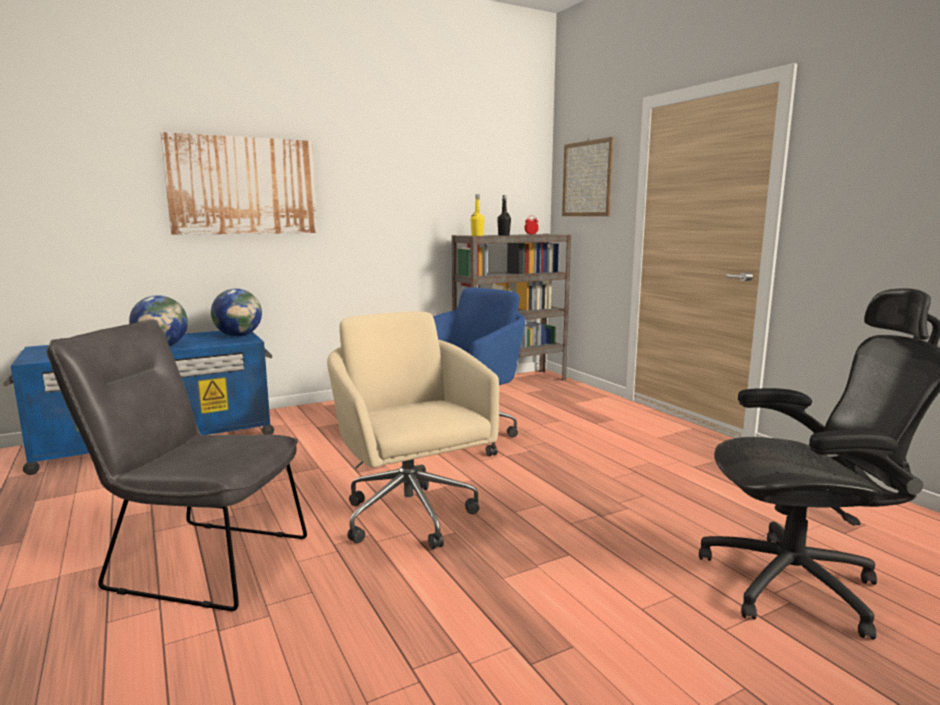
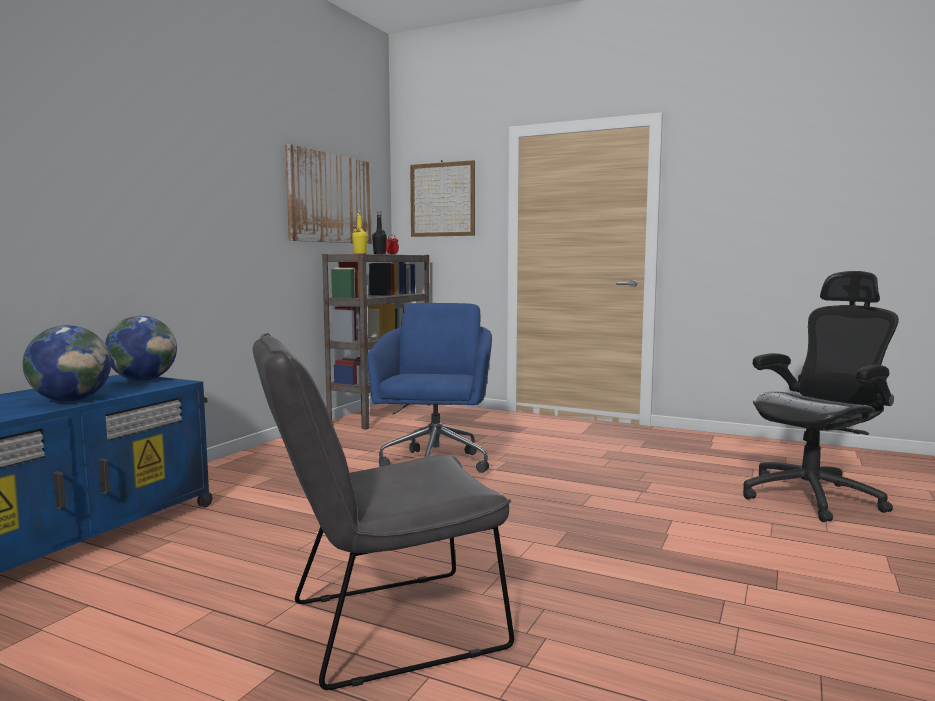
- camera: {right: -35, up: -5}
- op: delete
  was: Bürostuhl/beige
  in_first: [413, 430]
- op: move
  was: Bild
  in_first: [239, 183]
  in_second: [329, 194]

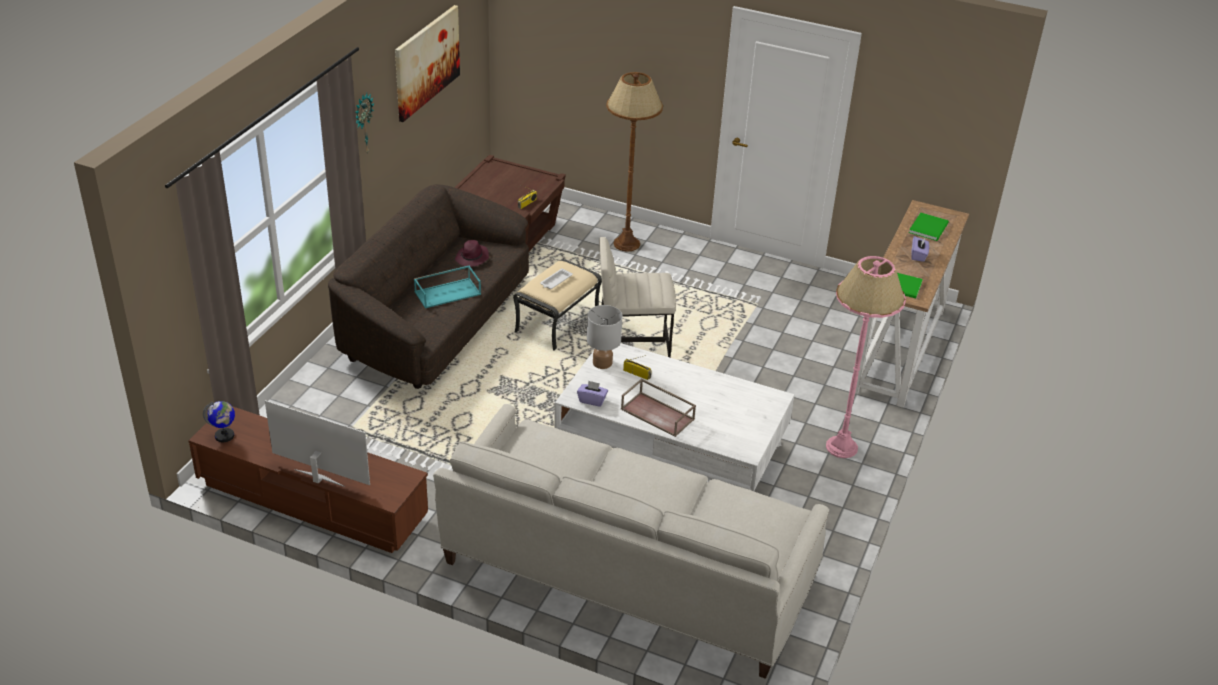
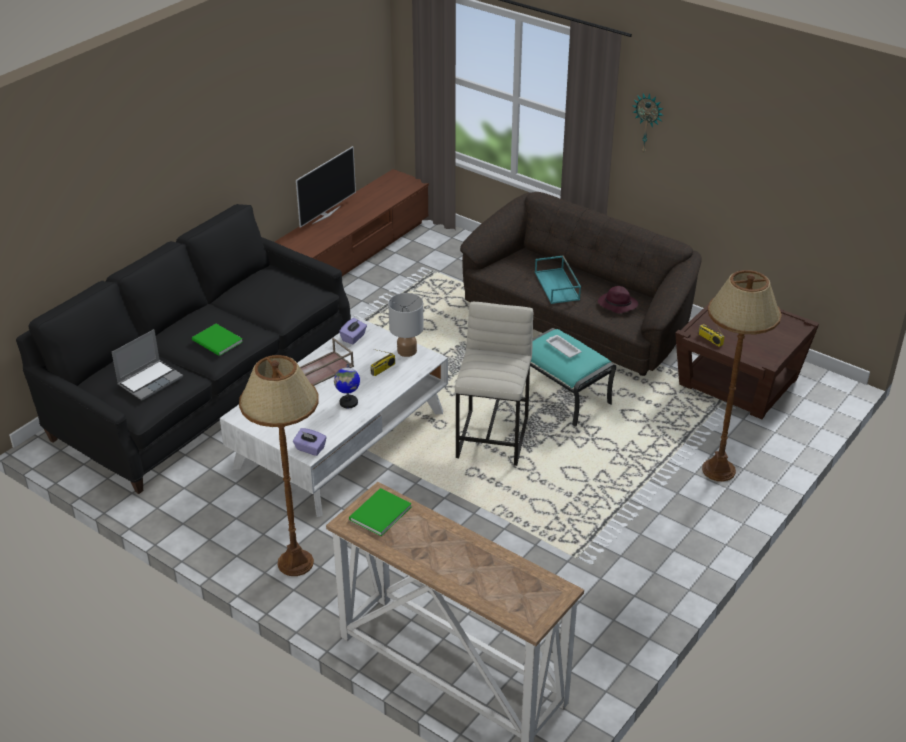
- camera: {right: 105, up: 0}
- op: delete
  was: Bild
  in_first: [427, 63]
- op: insert
  now: Laptop
  in_second: [147, 364]
- op: move
  was: Globus
  in_first: [219, 421]
  in_second: [347, 385]
- op: move
  was: Buch/grün
  in_first: [929, 226]
  in_second: [217, 340]
- op: move
  was: Taschentuchbox/lila
  in_first: [920, 249]
  in_second: [309, 442]
- op: recolor
  was: Sofa/weiß
  now: Sofa/schwarz
  in_first: [631, 541]
  in_second: [183, 349]
- op: recolor
  was: Polsterhocker/beige
  now: Polsterhocker/türkis
  in_first: [557, 304]
  in_second: [573, 377]
- op: recolor
  was: Stehlampe/rosa
  now: Stehlampe/braun
  in_first: [866, 357]
  in_second: [279, 465]

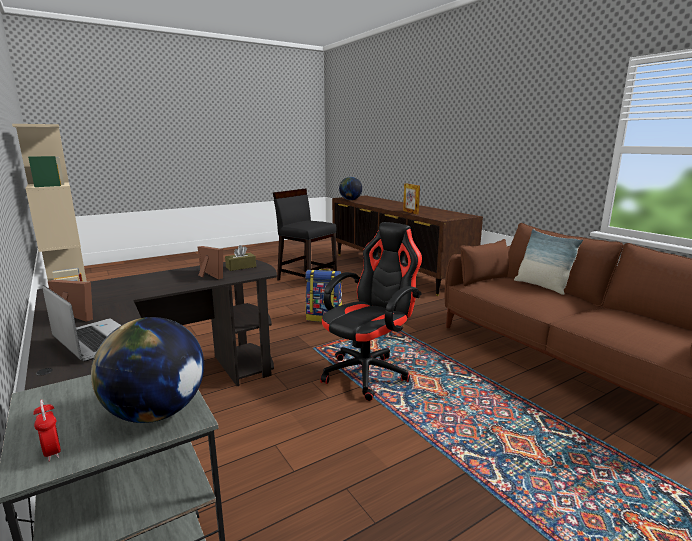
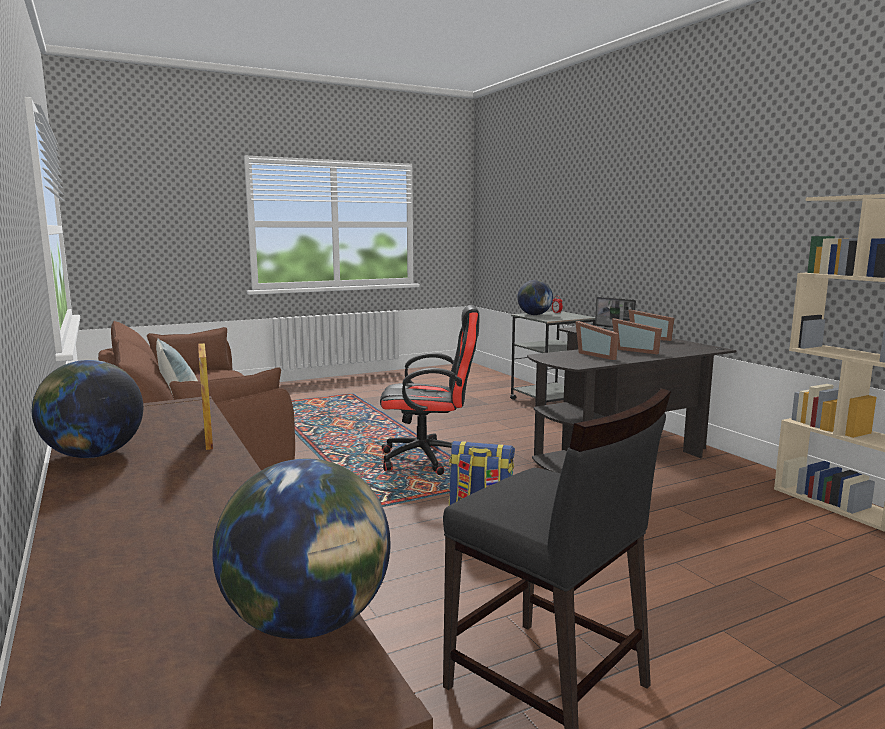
- camera: {right: -175, up: -5}
- op: delete
  was: Taschentuchbox/braun
  in_first: [240, 258]
- op: insert
  now: Globus
  in_second: [87, 409]
- op: insert
  now: Bilderrahmen
  in_second: [637, 336]
- op: rotate
  was: Bürostuhl/schwarz
  in_first: [371, 311]
  in_second: [430, 390]
  clockwise: -135

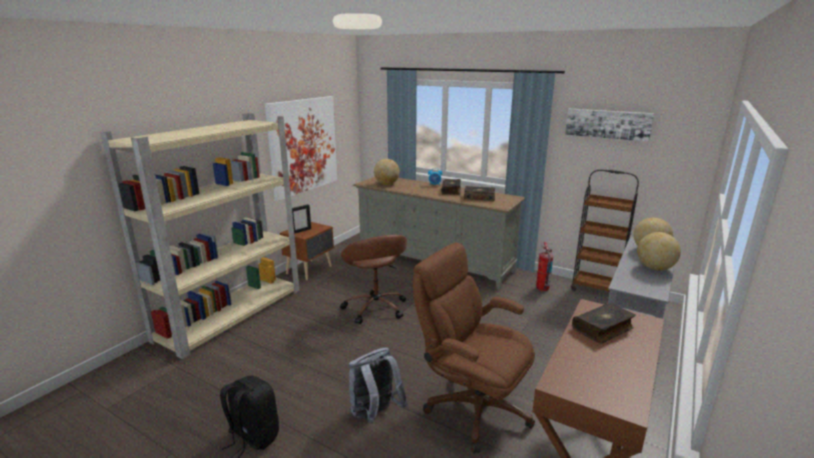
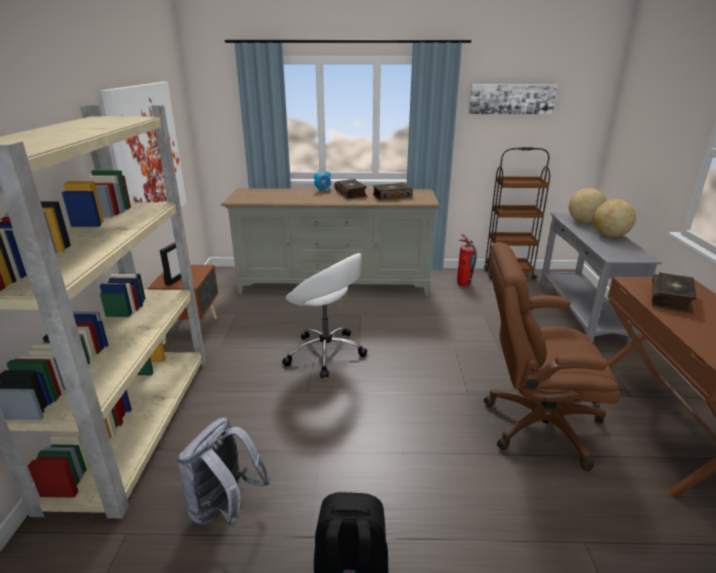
- camera: {right: -30, up: 5}
- op: delete
  was: Globus
  in_first: [387, 172]
- op: move
  was: Rucksack/grau
  in_first: [378, 385]
  in_second: [223, 472]
- op: recolor
  was: Bürostuhl/braun
  now: Bürostuhl/weiß
  in_first: [373, 279]
  in_second: [324, 315]

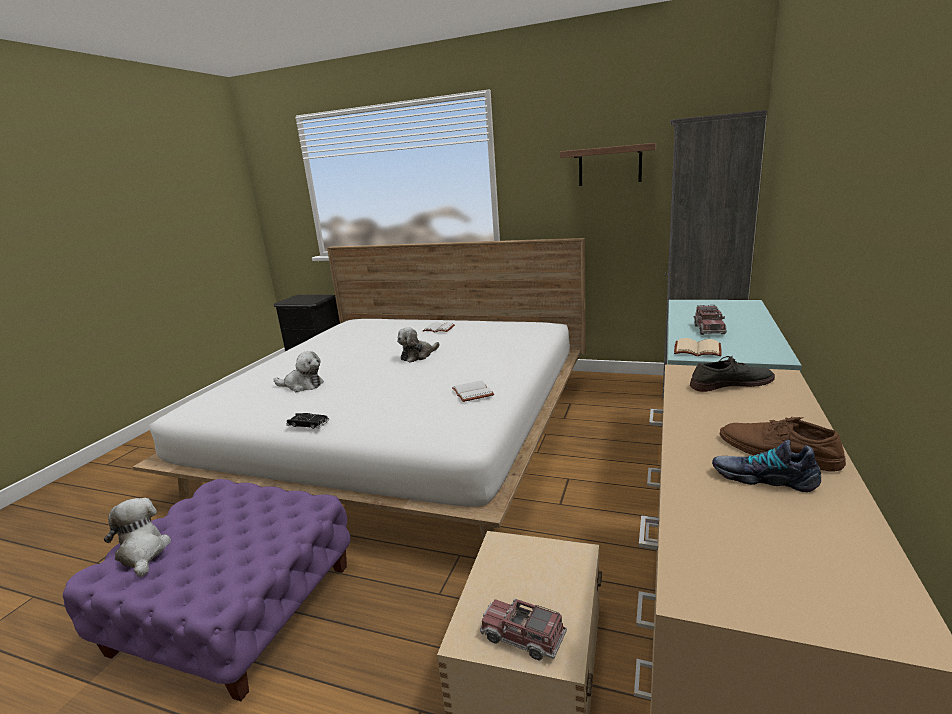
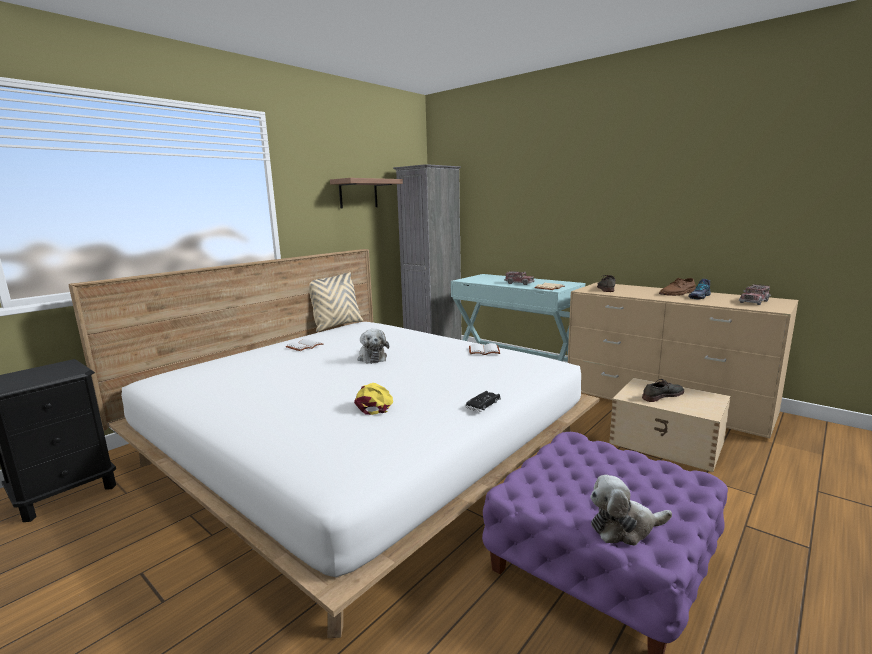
- camera: {right: -70, up: -5}
- op: insert
  now: Kissen/beige
  in_second: [336, 302]
- op: insert
  now: Schuh/grau
  in_second: [663, 390]
- op: move
  was: Spielzeuglaster
  in_first: [523, 629]
  in_second: [755, 294]
- op: replace
  was: Plüschtier
  now: Kappe/gelb
  in_first: [298, 371]
  in_second: [373, 399]

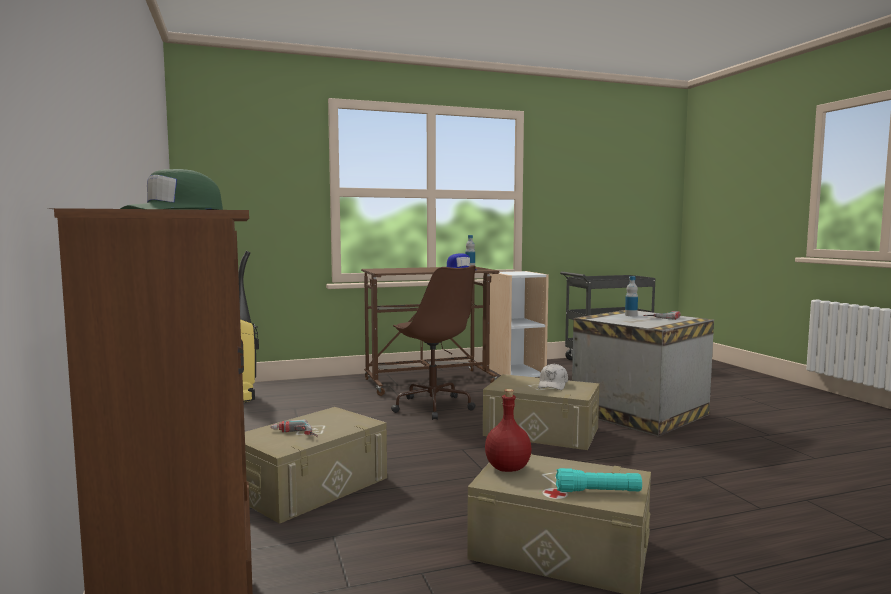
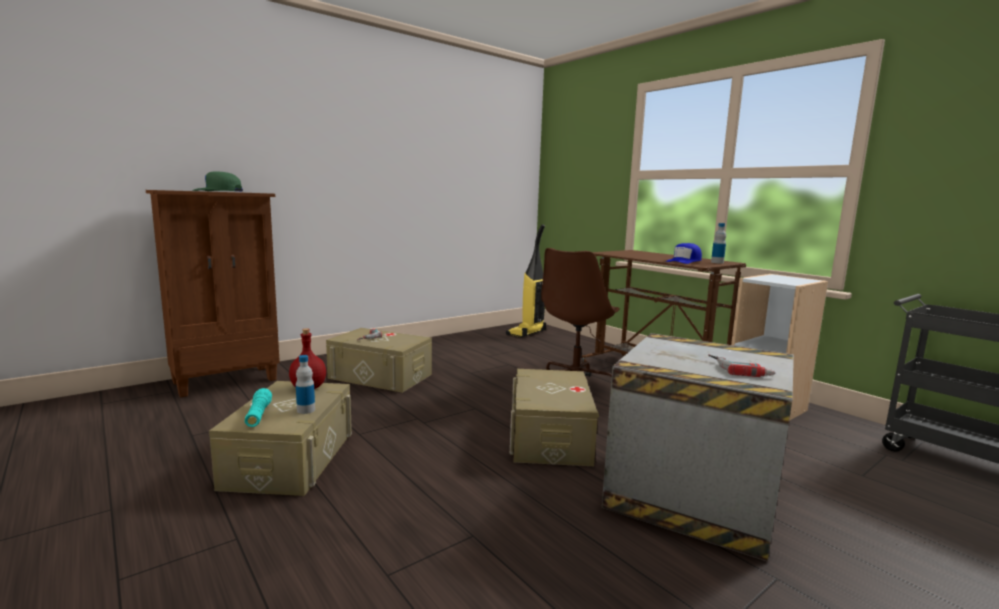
- camera: {right: 70, up: 5}
- op: delete
  was: Kappe/weiß
  in_first: [553, 376]
- op: move
  was: Flasche
  in_first: [631, 296]
  in_second: [305, 384]

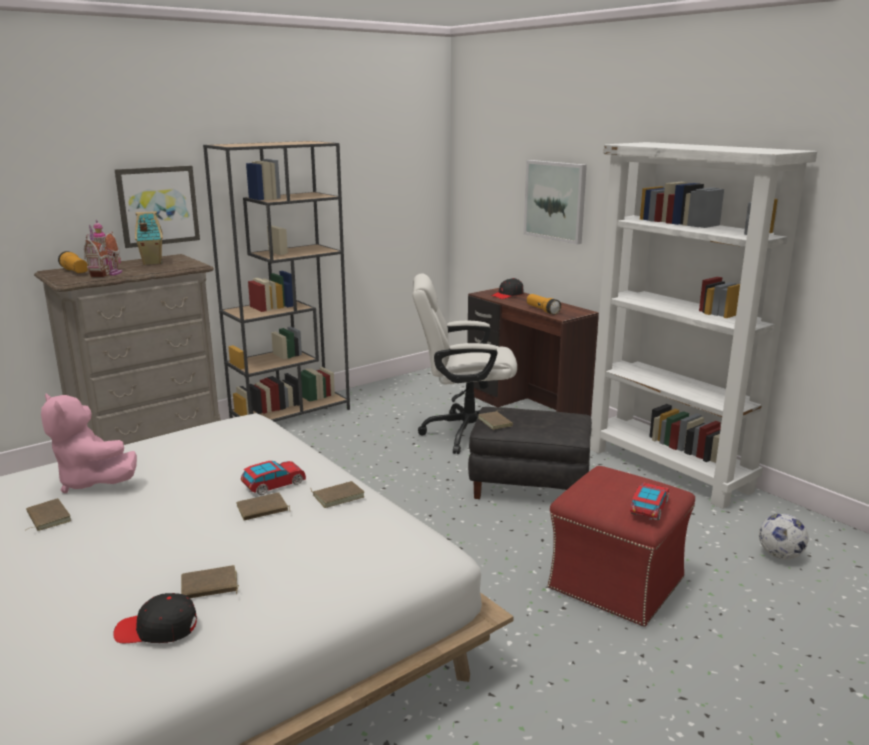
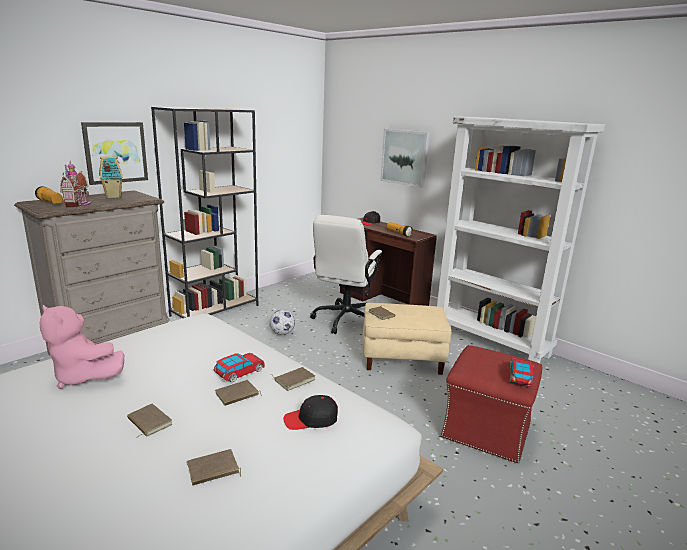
- camera: {right: -10, up: 0}
- op: move
  was: Buch/braun
  in_first: [48, 514]
  in_second: [150, 421]
- op: move
  was: Kappe/schwarz
  in_first: [155, 618]
  in_second: [310, 412]
- op: move
  was: Fußball
  in_first: [784, 537]
  in_second: [282, 322]
- op: recolor
  was: Polsterhocker/schwarz
  now: Polsterhocker/beige
  in_first: [530, 453]
  in_second: [407, 339]
- op: rotate
  was: Bürostuhl/weiß
  in_first: [464, 363]
  in_second: [346, 274]
  clockwise: -60

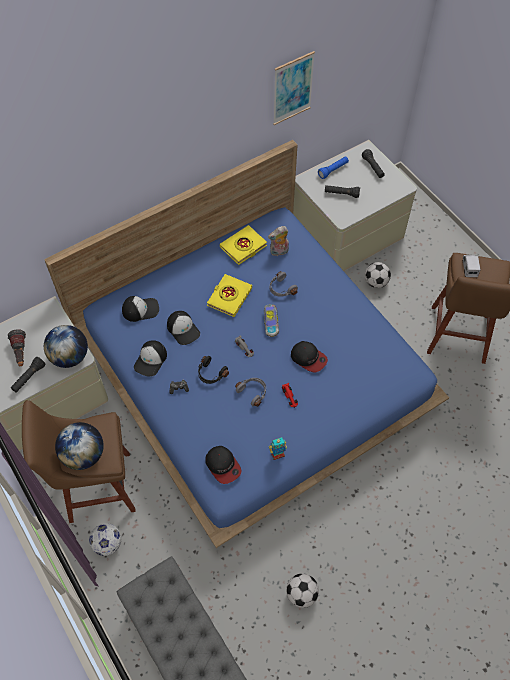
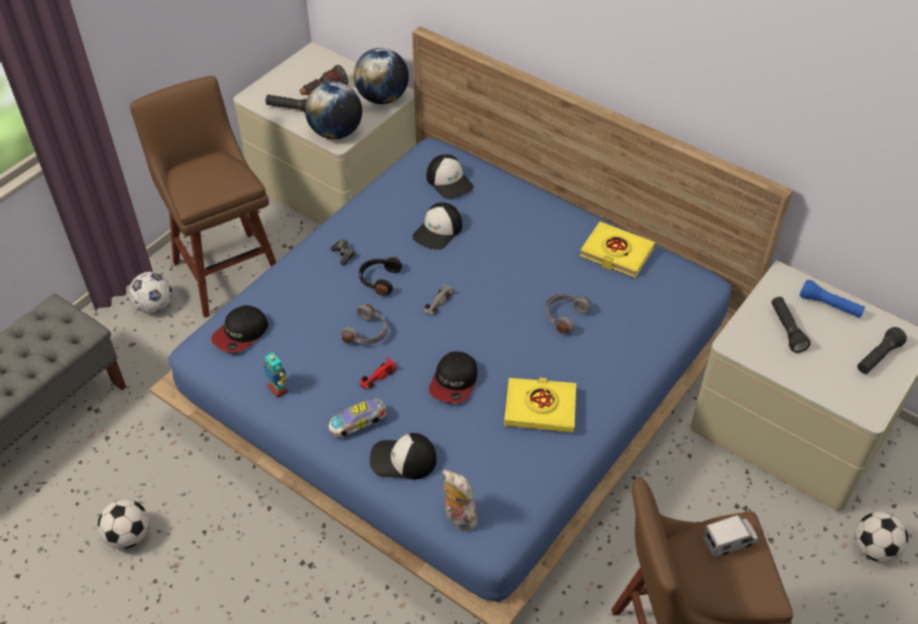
- camera: {right: 70, up: -10}
- op: delete
  was: Bild
  in_first: [294, 88]
- op: move
  was: Globus
  in_first: [79, 446]
  in_second: [381, 76]
- op: move
  was: Kappe
  in_first: [150, 358]
  in_second: [403, 456]
- op: move
  was: Buch/gelb
  in_first: [229, 295]
  in_second: [540, 405]
- op: move
  was: Spielzeugauto
  in_first: [271, 320]
  in_second: [357, 418]
- op: move
  was: Plüschtier
  in_first: [278, 241]
  in_second: [459, 500]
- op: move
  was: Fußball
  in_first: [378, 275]
  in_second: [881, 537]

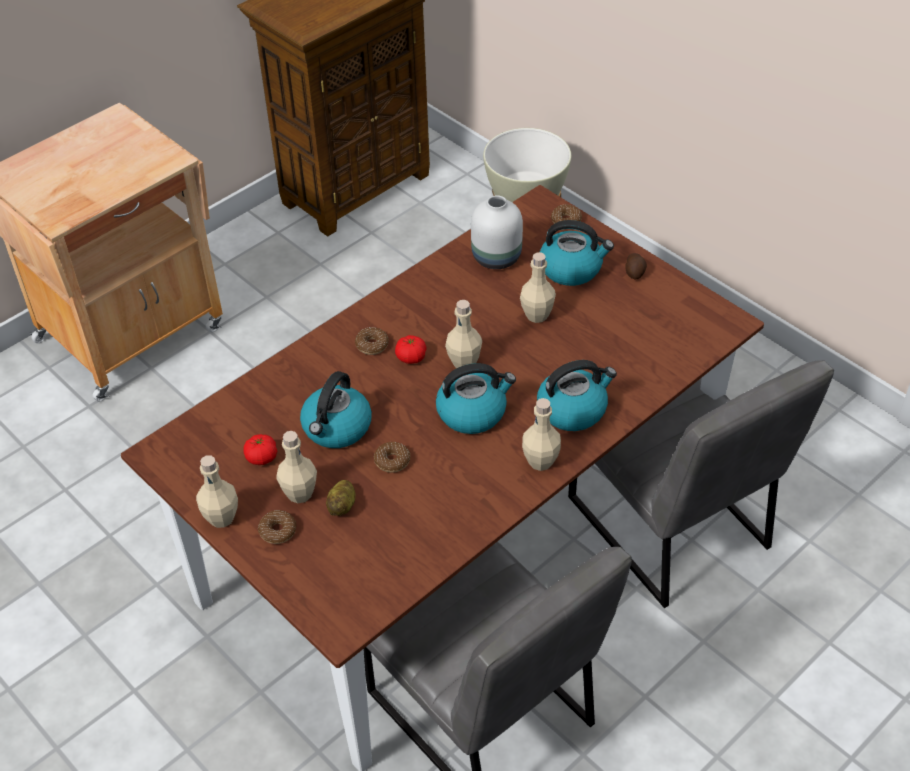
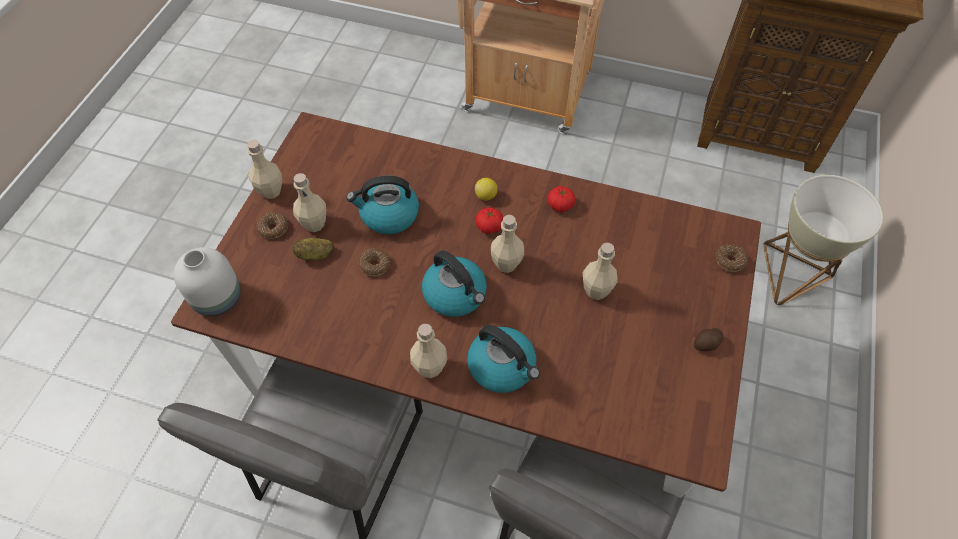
- camera: {right: 60, up: 10}
- op: delete
  was: Wasserkessel
  in_first: [577, 253]
- op: move
  was: Tomate
  in_first: [260, 449]
  in_second: [561, 199]
- op: move
  was: Vase/weiß
  in_first: [497, 232]
  in_second: [207, 282]
- op: replace
  was: Donut
  now: Zitrone
  in_first: [372, 341]
  in_second: [486, 189]

